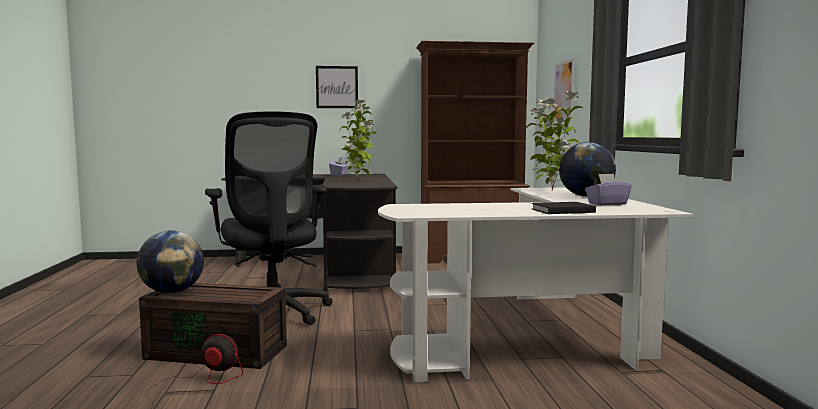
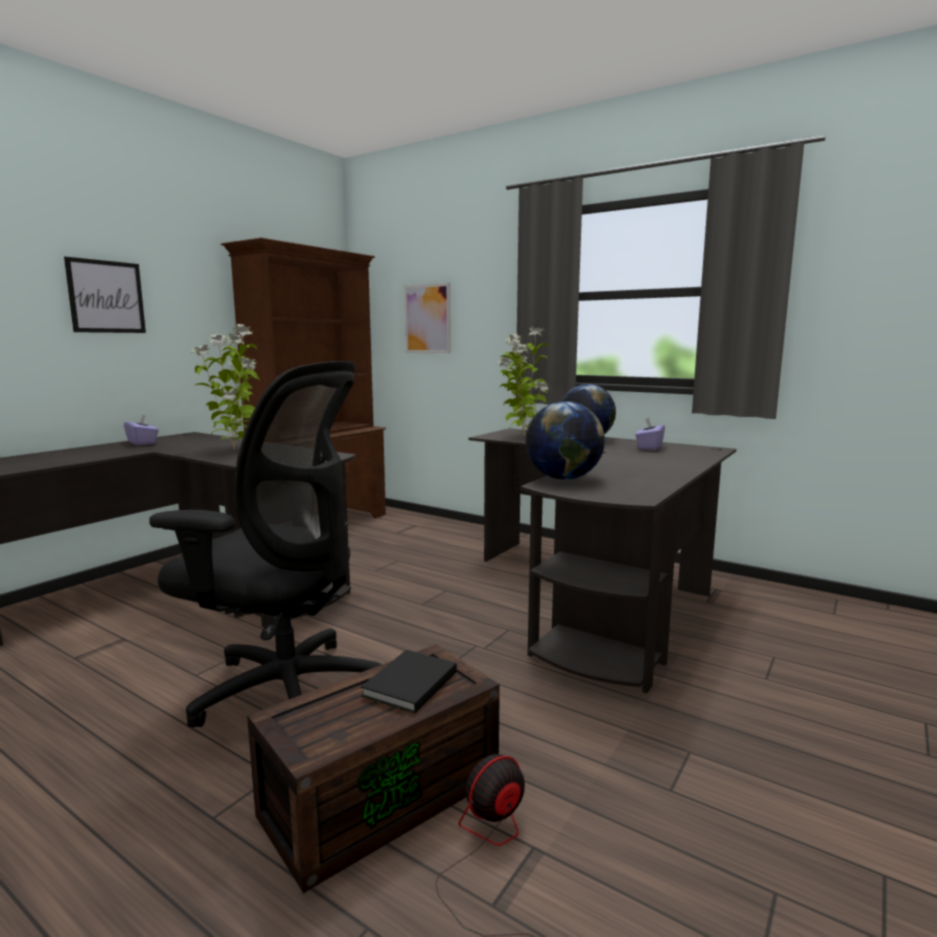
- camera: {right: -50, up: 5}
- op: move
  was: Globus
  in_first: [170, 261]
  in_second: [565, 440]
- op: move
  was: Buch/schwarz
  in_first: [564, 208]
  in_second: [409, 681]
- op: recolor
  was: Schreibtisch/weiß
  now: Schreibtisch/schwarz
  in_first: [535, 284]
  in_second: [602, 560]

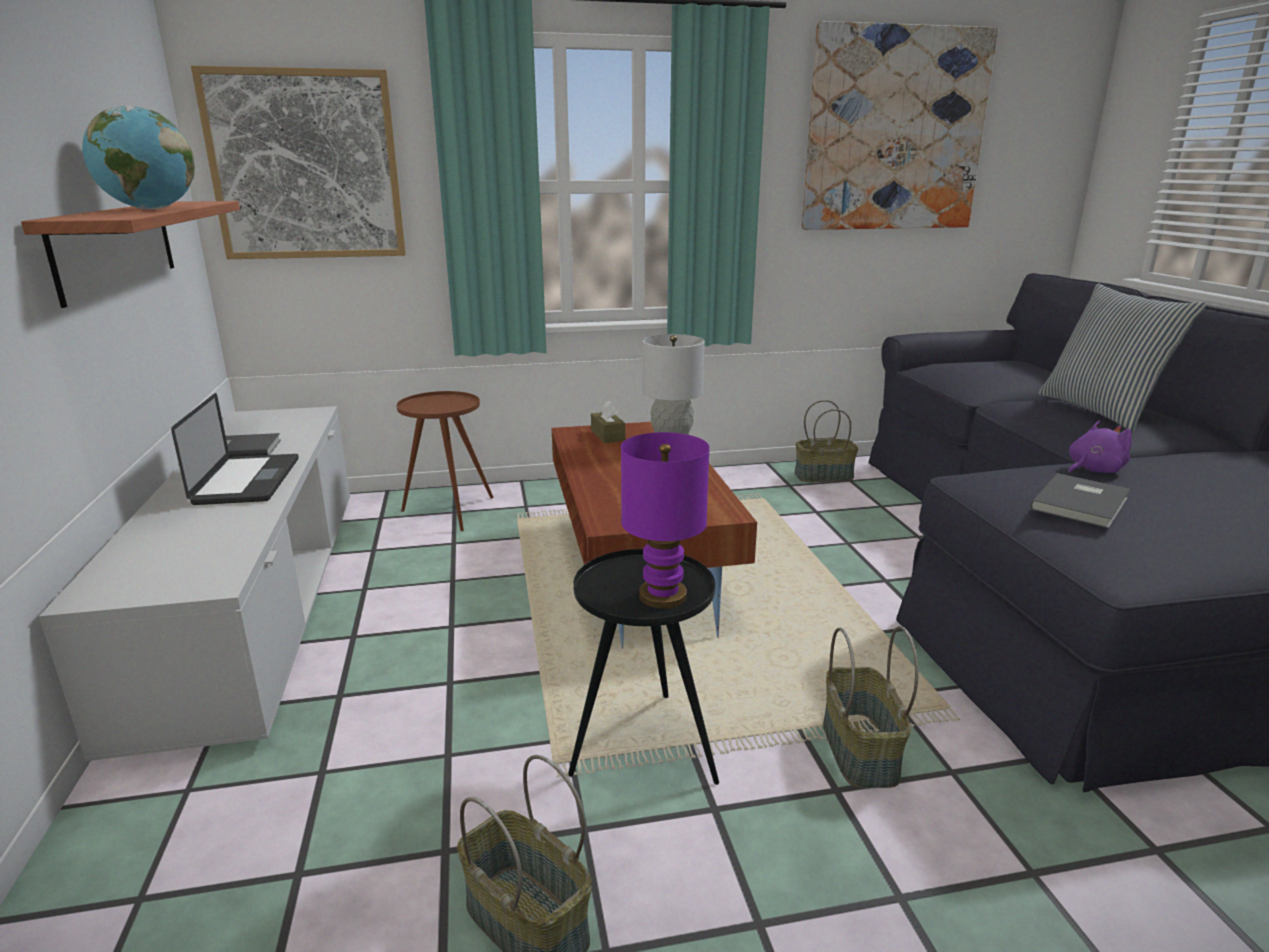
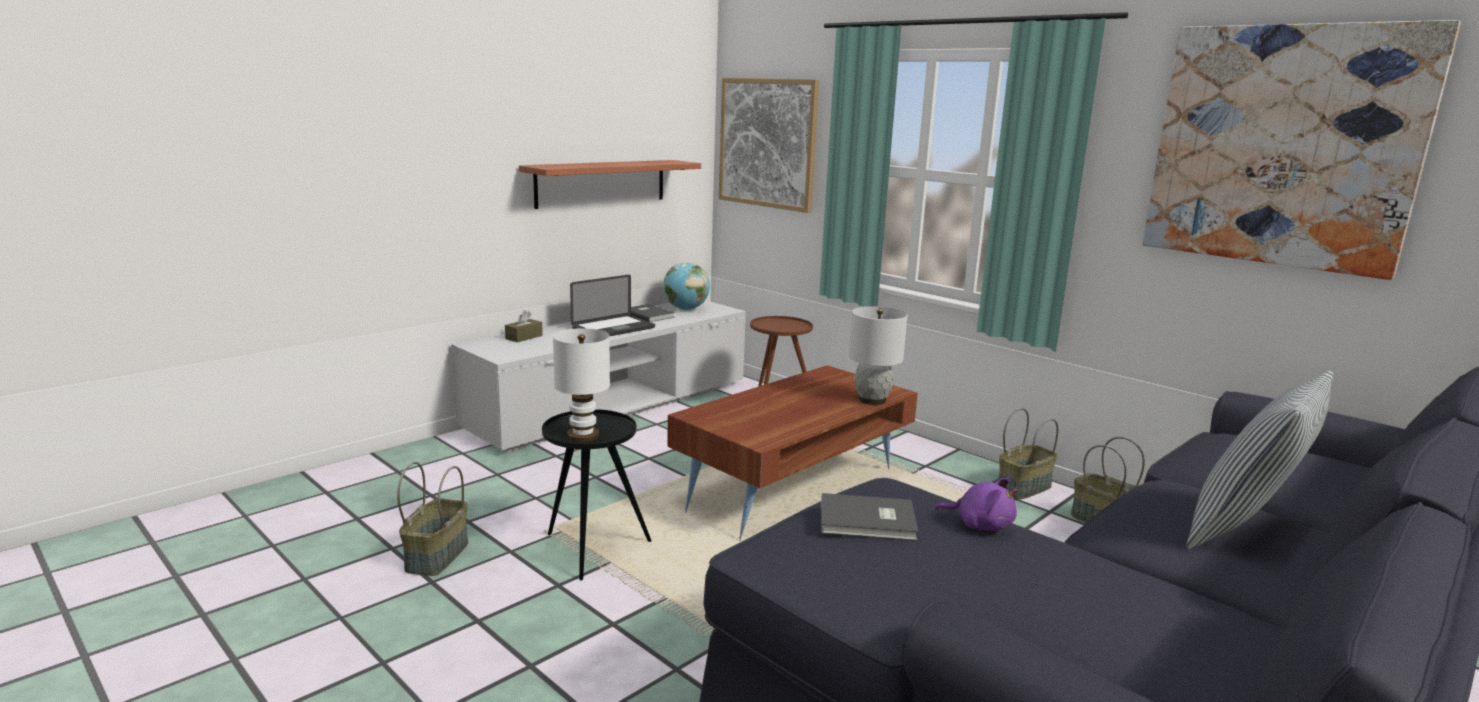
- camera: {right: 55, up: -5}
- op: move
  was: Globus
  in_first: [138, 157]
  in_second: [686, 286]
- op: move
  was: Taschentuchbox/braun
  in_first: [608, 422]
  in_second: [524, 326]
- op: move
  was: Korb
  in_first: [871, 707]
  in_second: [1028, 454]
- op: recolor
  was: Tischlampe/lila
  now: Tischlampe/weiß
  in_first: [665, 520]
  in_second: [581, 385]

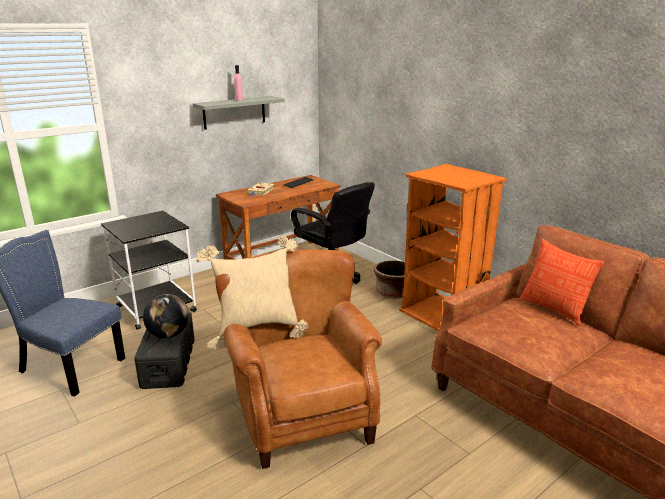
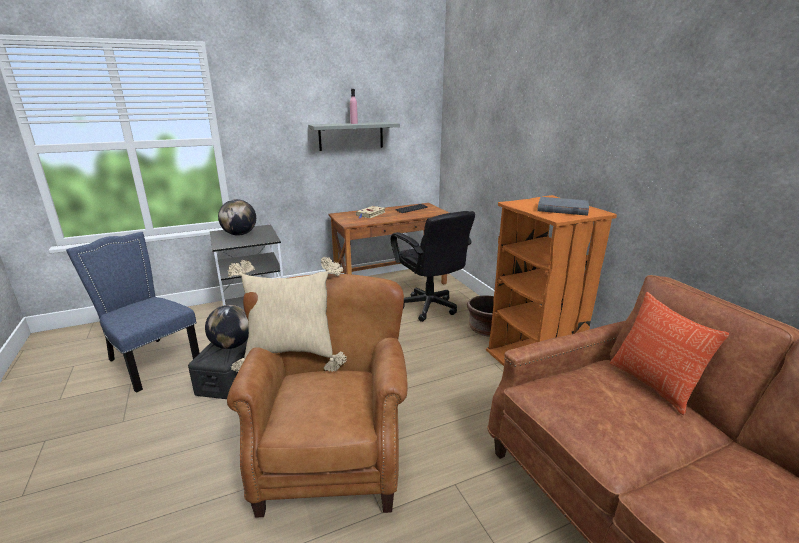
- camera: {right: 15, up: 0}
- op: insert
  now: Globus
  in_second: [237, 217]
- op: insert
  now: Buch/grau
  in_second: [563, 206]

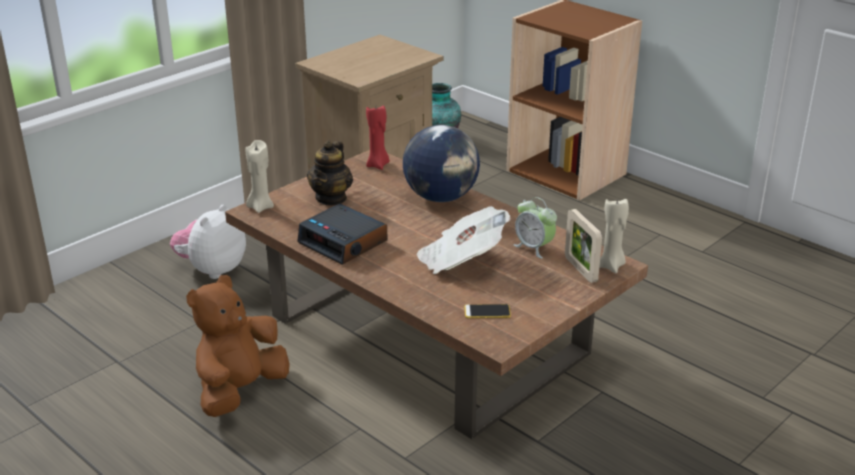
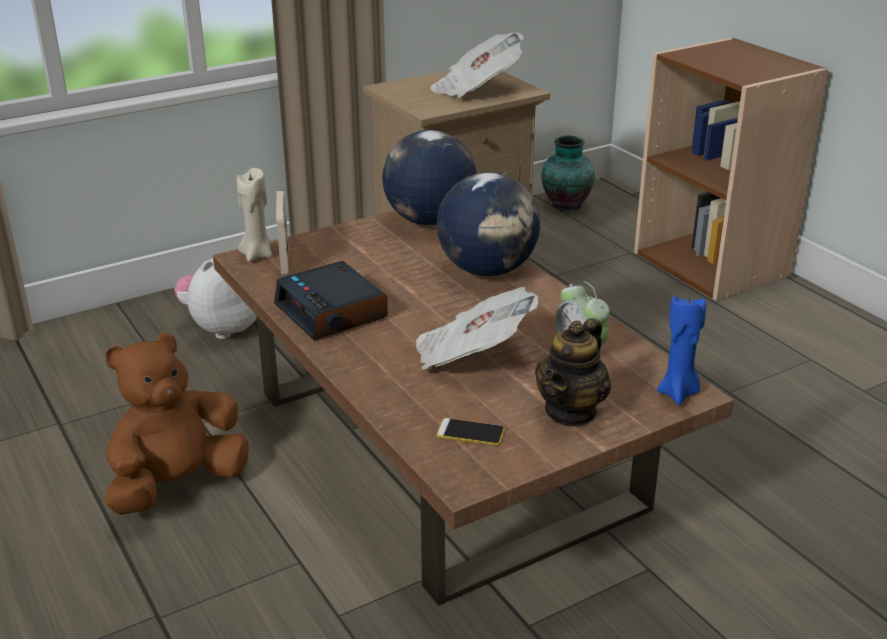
- camera: {right: 15, up: 0}
- op: insert
  now: Zeitung
  in_second: [477, 65]
- op: move
  was: Teekanne
  in_first: [330, 173]
  in_second: [573, 372]
- op: move
  was: Bilderrahmen
  in_first: [583, 246]
  in_second: [282, 234]
- op: replace
  was: Kerze/rot
  now: Globus
  in_first: [378, 138]
  in_second: [429, 177]
- op: recolor
  was: Kerze/beige
  now: Kerze/blau
  in_first: [614, 236]
  in_second: [681, 350]

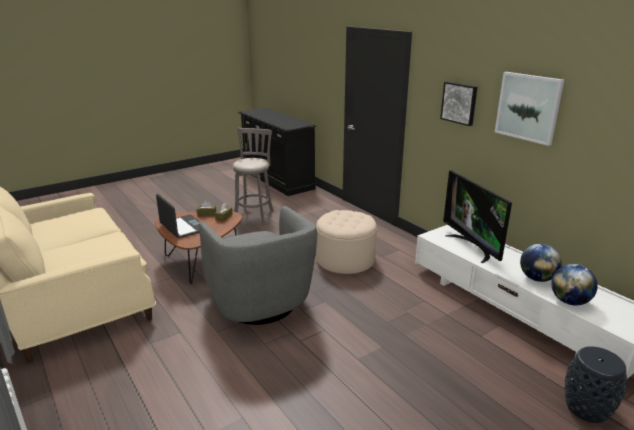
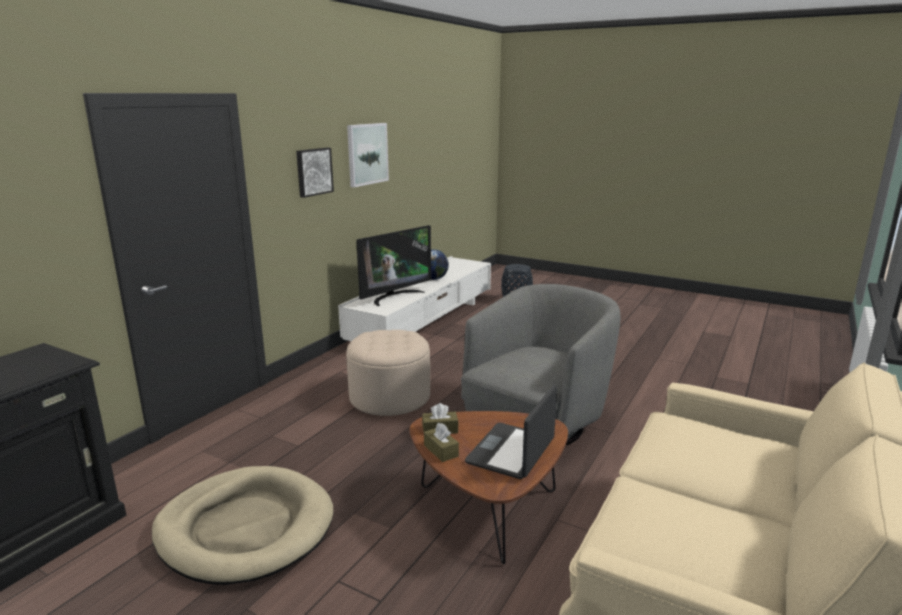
- camera: {right: -115, up: -5}
- op: delete
  was: Globus
  in_first: [574, 285]
- op: replace
  was: Hocker/grau
  now: Hundebett/beige
  in_first: [253, 175]
  in_second: [242, 525]

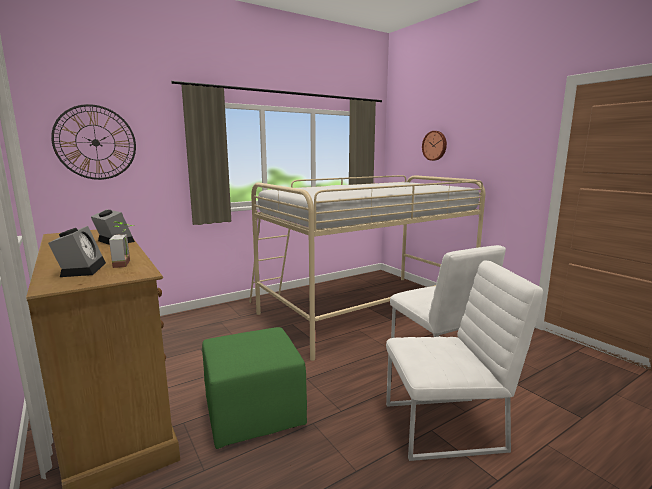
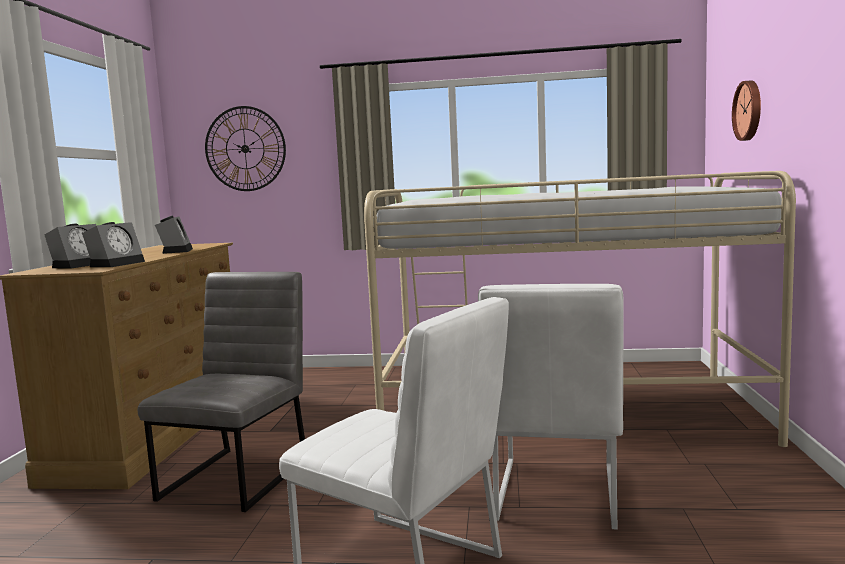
- camera: {right: 40, up: -5}
- op: replace
  was: Topfpflanze
  now: Wecker
  in_first: [121, 245]
  in_second: [113, 244]
- op: replace
  was: Polsterhocker/grün
  now: Stuhl/grau
  in_first: [254, 388]
  in_second: [221, 392]

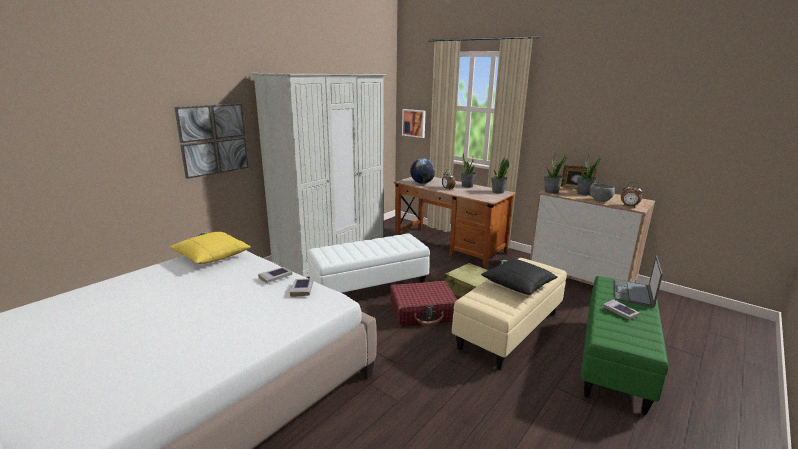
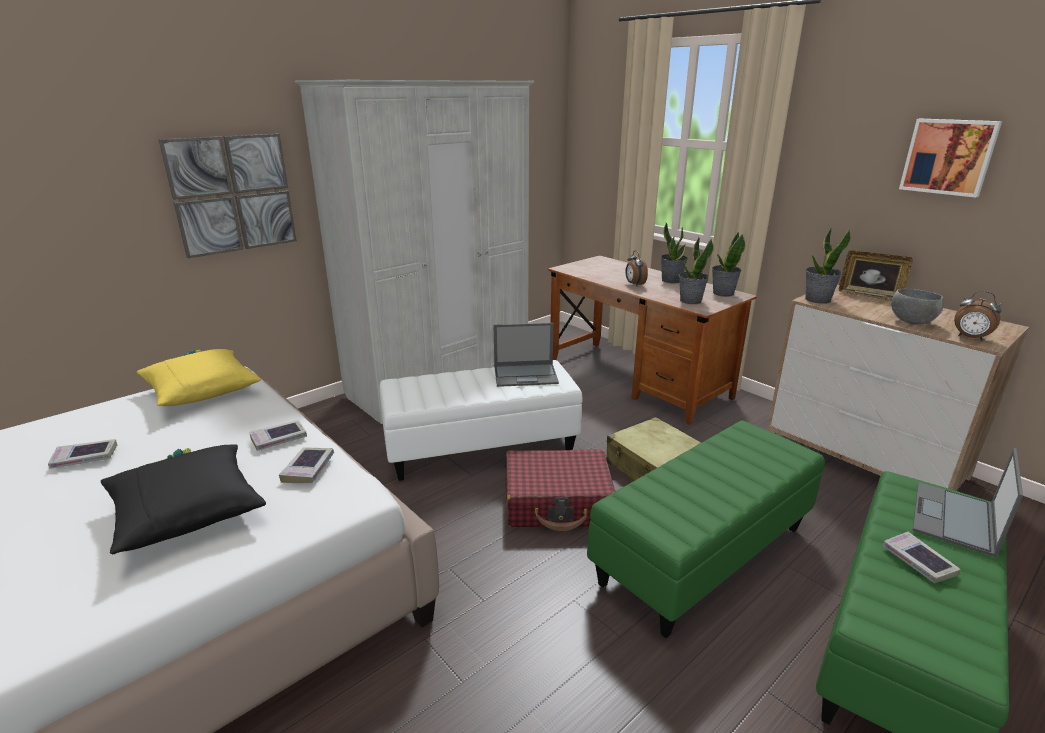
- camera: {right: 10, up: 5}
- op: delete
  was: Globus
  in_first: [422, 171]
- op: insert
  now: Buch
  in_second: [82, 454]
- op: insert
  now: Laptop
  in_second: [526, 355]
- op: move
  was: Bild
  in_first: [414, 123]
  in_second: [950, 158]
- op: move
  was: Kissen/schwarz
  in_first: [519, 277]
  in_second: [183, 500]
- op: move
  was: Topfpflanze
  in_first: [588, 174]
  in_second: [696, 270]
- op: recolor
  was: Polsterhocker/beige
  now: Polsterhocker/grün
  in_first: [509, 314]
  in_second: [706, 529]

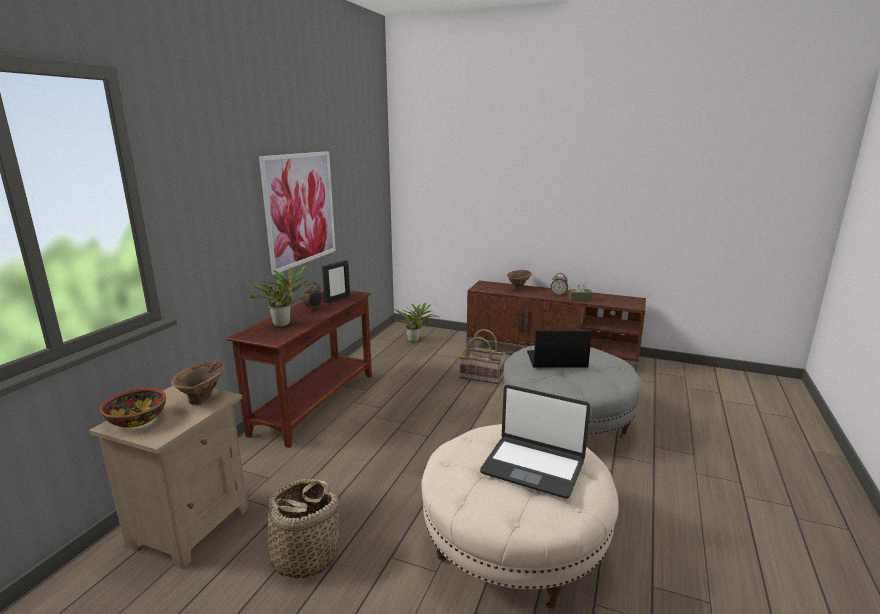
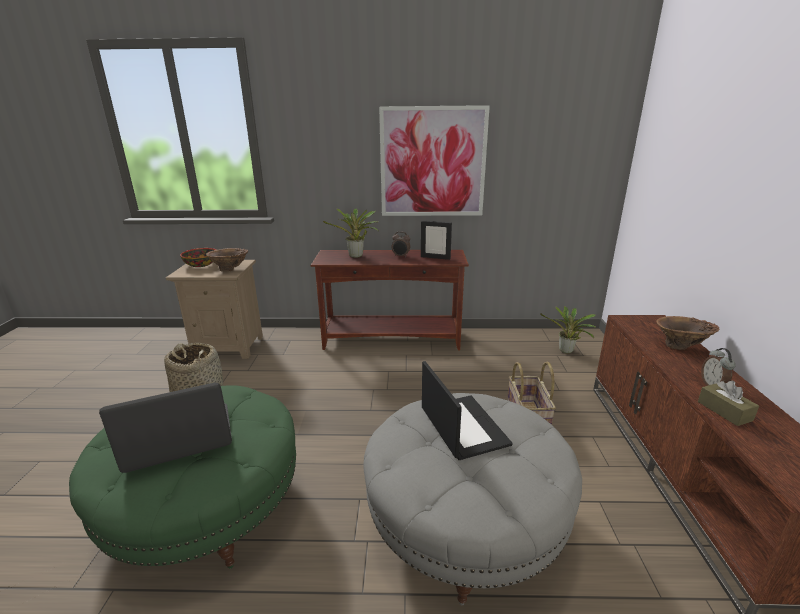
- camera: {right: 70, up: 5}
- op: recolor
  was: Polsterhocker/beige
  now: Polsterhocker/grün
  in_first: [520, 516]
  in_second: [182, 477]
- op: rotate
  was: Laptop
  in_first: [535, 442]
  in_second: [165, 428]
  clockwise: 60

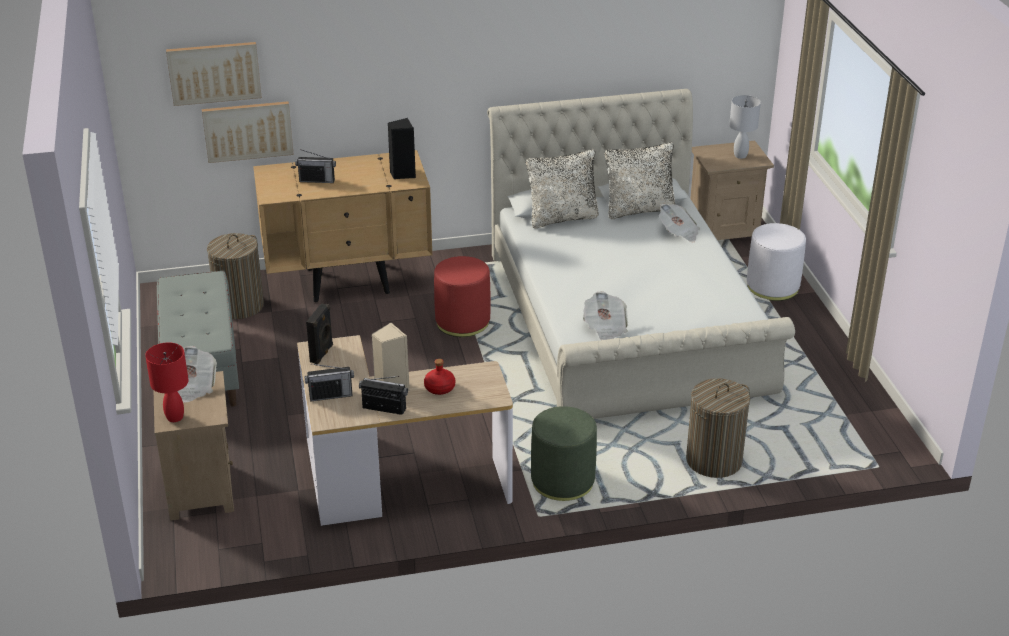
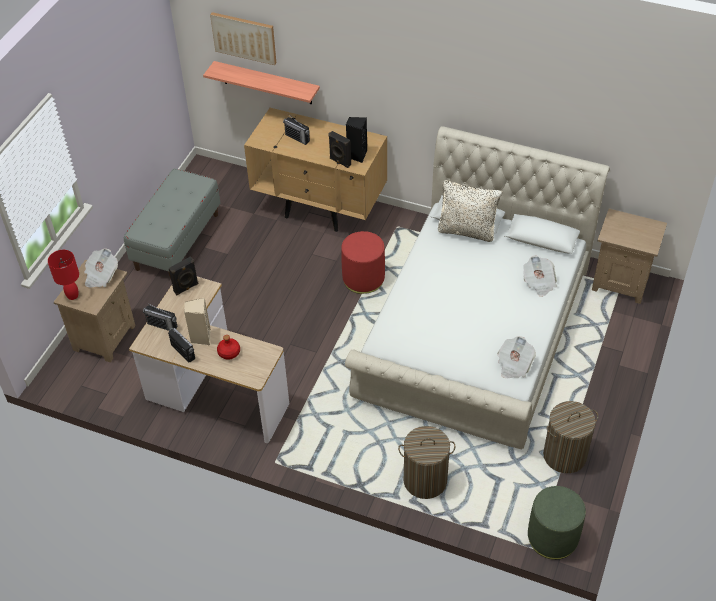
- camera: {right: 35, up: 15}
- op: delete
  was: Kissen/beige
  in_first: [639, 181]
- op: delete
  was: Tischlampe/weiß
  in_first: [745, 127]
- op: delete
  was: Polsterhocker/weiß
  in_first: [776, 262]
- op: insert
  now: Lautsprecher/schwarz
  in_second: [339, 149]
- op: move
  was: Wäschekorb
  in_first: [235, 276]
  in_second: [570, 437]
- op: move
  was: Polsterhocker/grün
  in_first: [564, 453]
  in_second: [557, 523]
- op: move
  was: Zeitung
  in_first: [605, 315]
  in_second: [517, 357]
- op: replace
  was: Bild
  now: Wandregal
  in_first: [248, 132]
  in_second: [261, 82]

